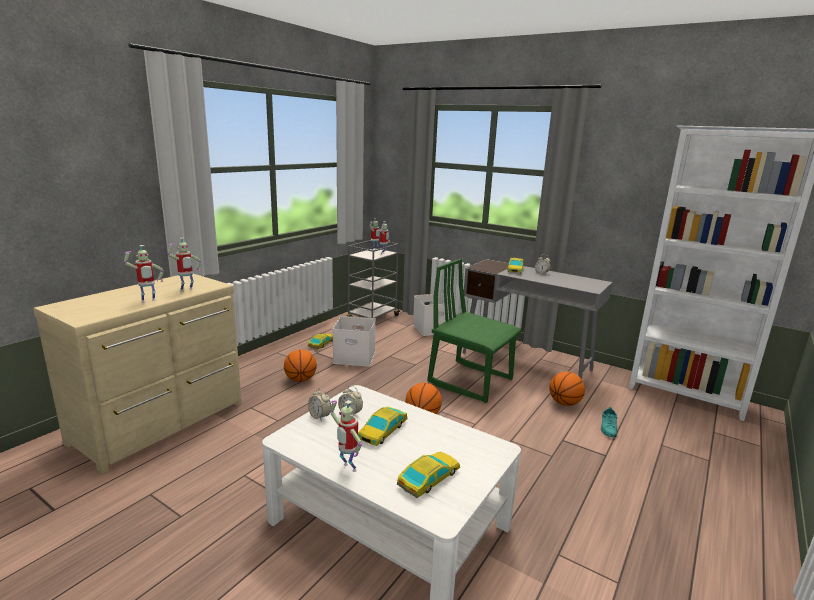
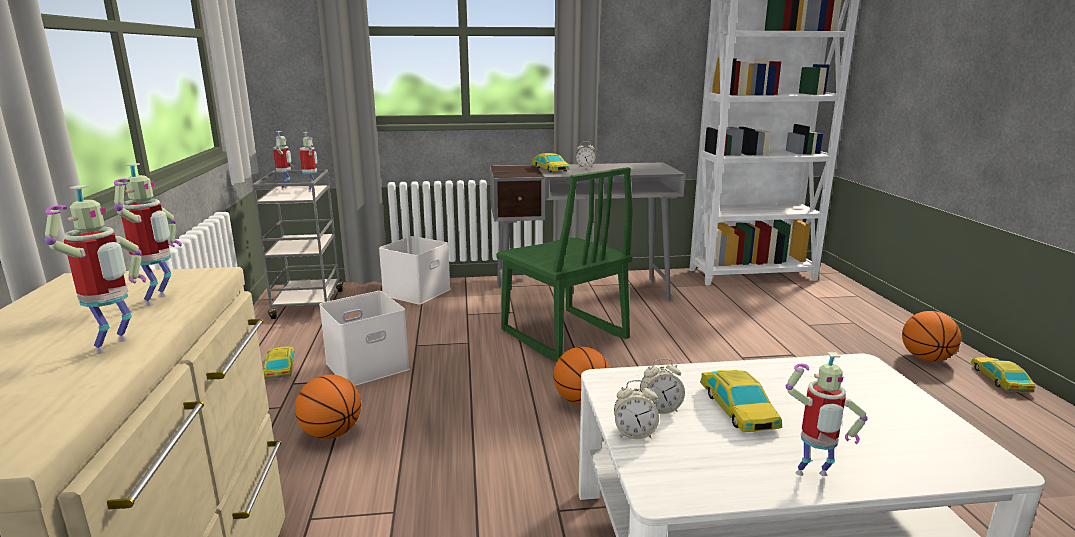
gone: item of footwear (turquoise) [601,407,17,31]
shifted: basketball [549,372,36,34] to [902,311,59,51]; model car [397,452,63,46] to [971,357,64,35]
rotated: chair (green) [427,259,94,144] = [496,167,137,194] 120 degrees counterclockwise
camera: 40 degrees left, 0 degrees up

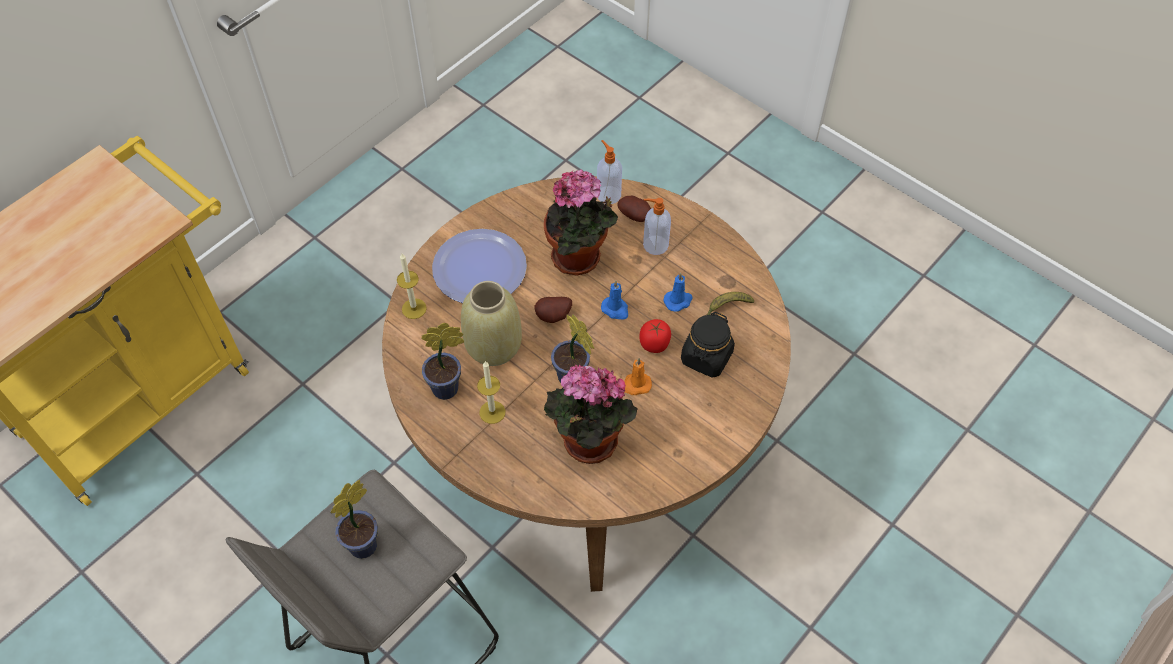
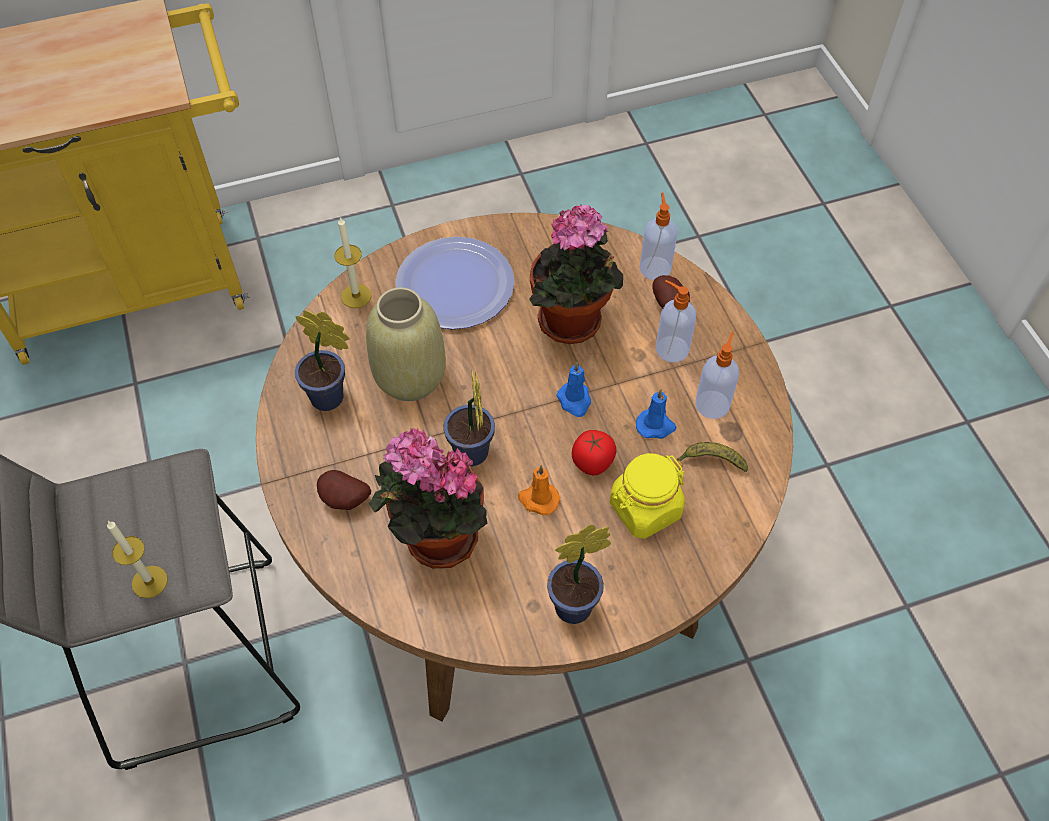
new: soap bottle [695,332,44,87]
shifted: spud [535,297,37,26] to [317,470,54,40]; candle [477,361,28,63] to [107,521,61,78]; houseplant [330,480,48,79] to [547,525,64,99]
repainted: storage jar (black) [681,312,54,66] to storage jar (yellowish) [610,453,75,86]
camera: 30 degrees right, 0 degrees up

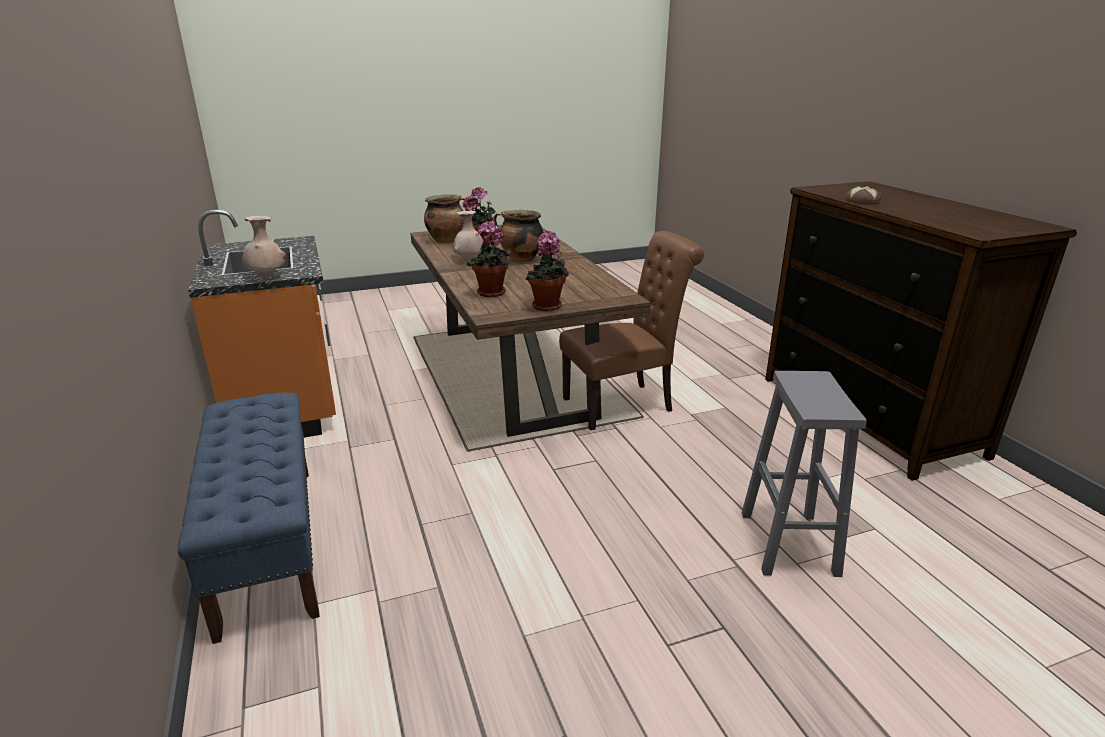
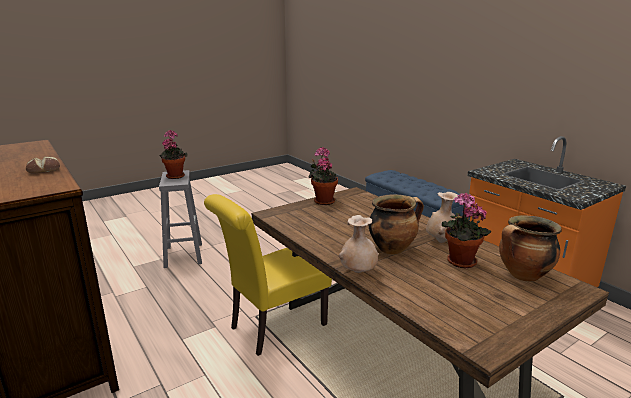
shifted: flower vase (beige) [242,216,44,62] to [339,215,40,58]; houseplant [467,220,44,77] to [159,130,29,49]
repainted: chair (brown-coloured) [559,231,145,199] to chair (yellowish) [204,194,128,162]
camera: 165 degrees right, 5 degrees down

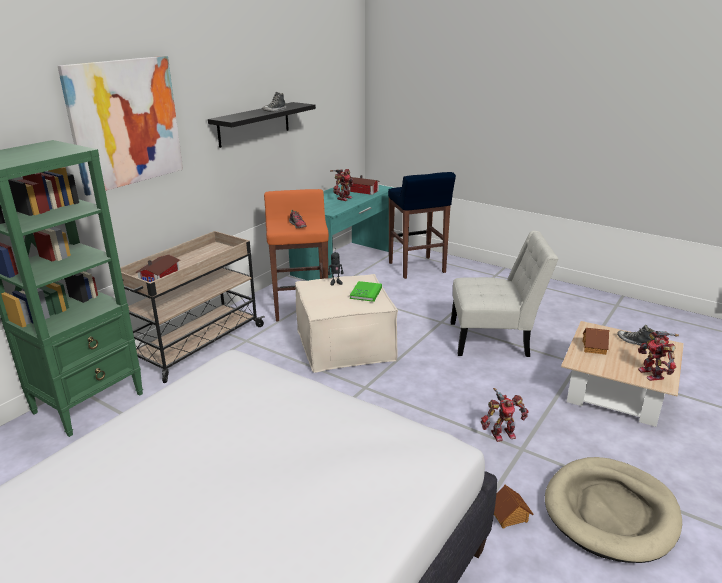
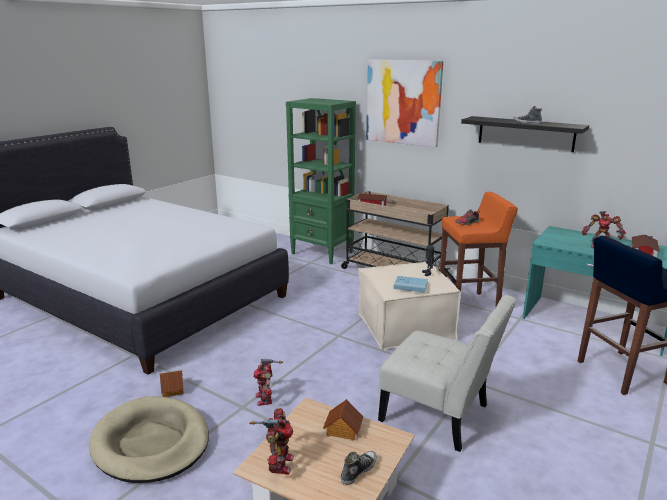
repainted: book (green) [350,281,32,21] to book (blue-coloured) [394,276,34,17]
rotated: chair (whitish) [450,231,108,126] = [378,295,139,157] 60 degrees counterclockwise; toy robot [638,331,41,50] = [249,408,45,67] 105 degrees clockwise
camera: 90 degrees right, 5 degrees down

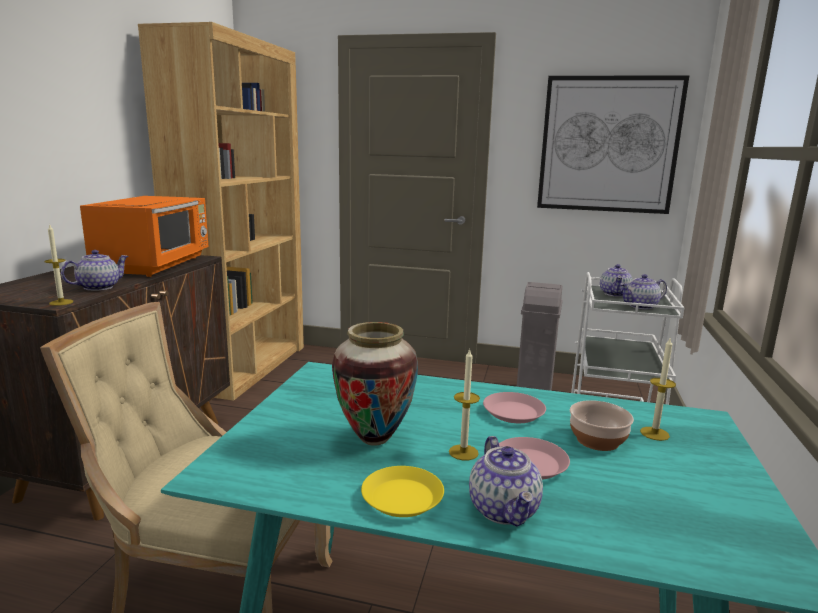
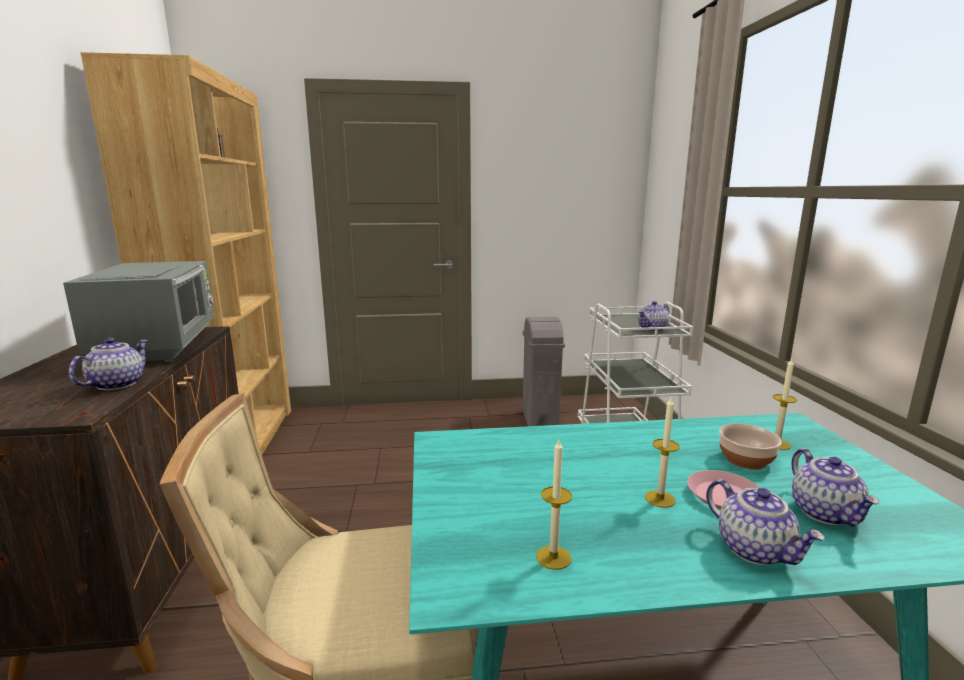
gone: picture [537,75,152,139]; flower vase [332,322,86,124]; flat dish (pinkish) [483,392,63,31]; flat dish (yellowish) [361,466,83,51]
shifted: candle [45,225,28,81] to [536,440,36,130]; teapot [600,264,33,33] to [791,449,88,78]
repainted: kitchen microwave (orange) [80,196,129,81] to kitchen microwave (gray) [63,261,151,101]
camera: 20 degrees left, 0 degrees up

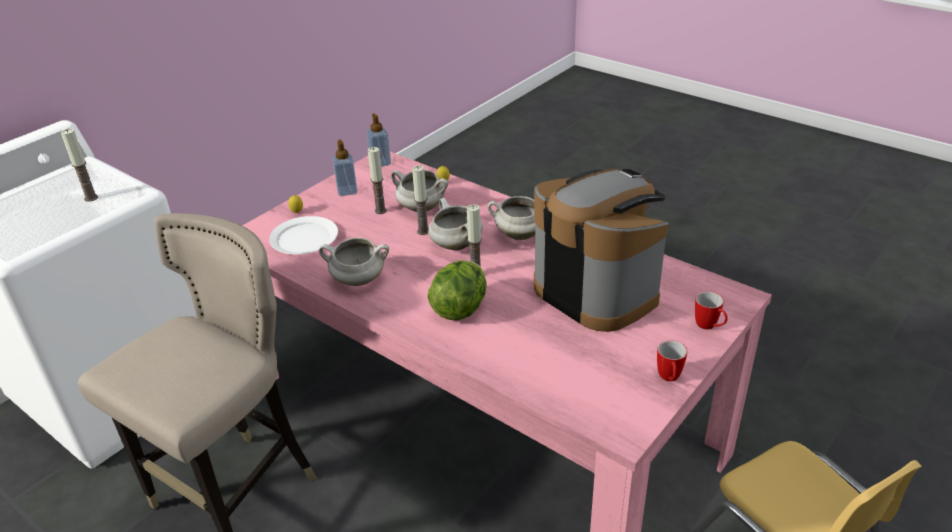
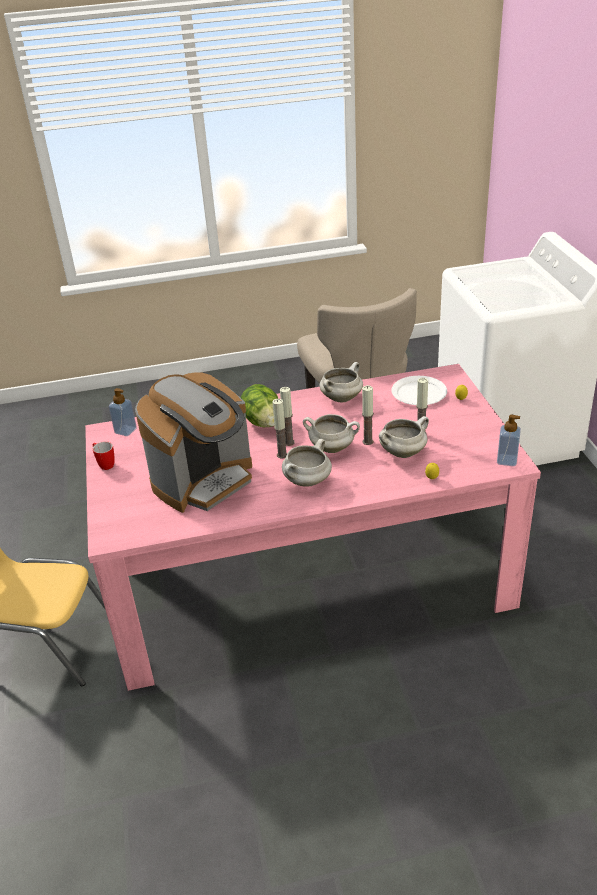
gone: coffee mug [695,291,33,38]
shifted: candle [61,129,37,73] to [272,399,15,59]; soap bottle [332,139,26,57] to [109,388,28,48]
rotated: coffee machine [534,169,135,163] = [135,373,117,140] 45 degrees counterclockwise
camera: 130 degrees right, 0 degrees up

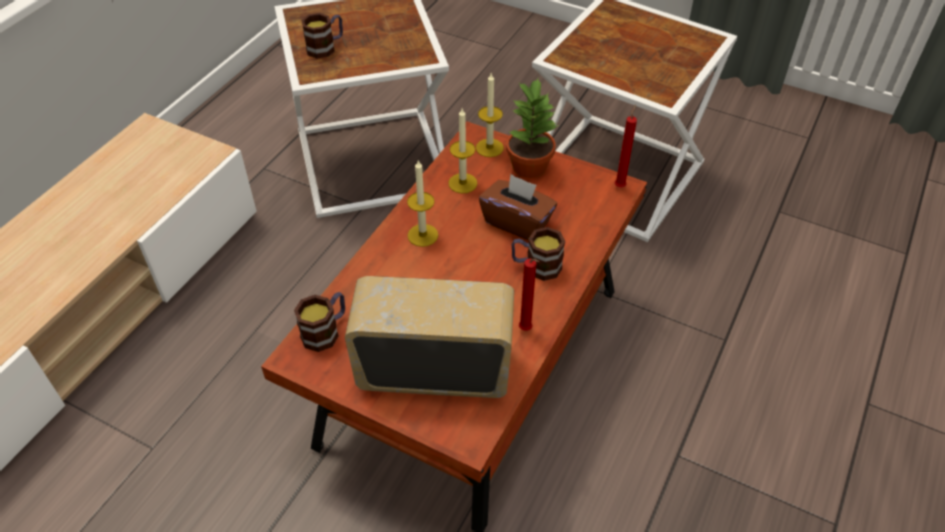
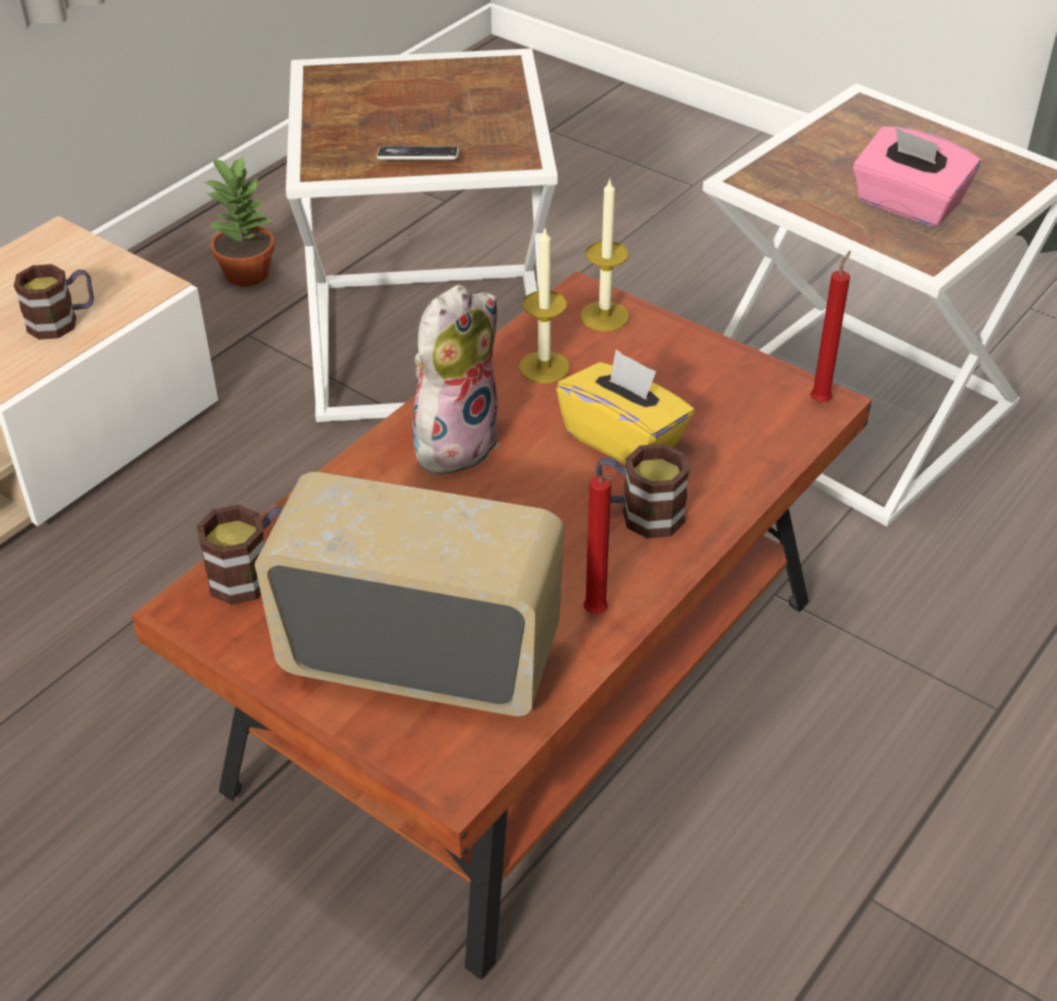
new: box of tissues (pinkish) [853,127,128,100]; handset [377,146,82,14]
shifted: coffee mug [301,13,42,45] to [14,264,80,76]; houseplant [506,78,53,100] to [204,154,71,133]
swapped: candle [407,160,31,87] to soft toy [412,285,87,191]
repainted: box of tissues (brown-coloured) [479,174,78,66] to box of tissues (yellowish) [556,349,138,116]
camera: 10 degrees right, 5 degrees down

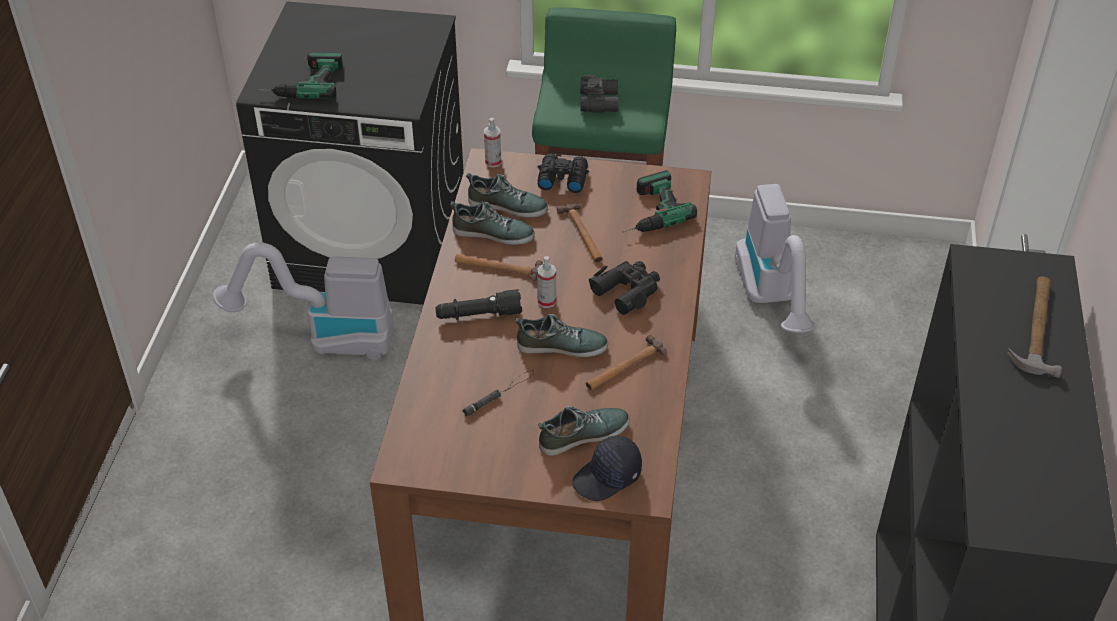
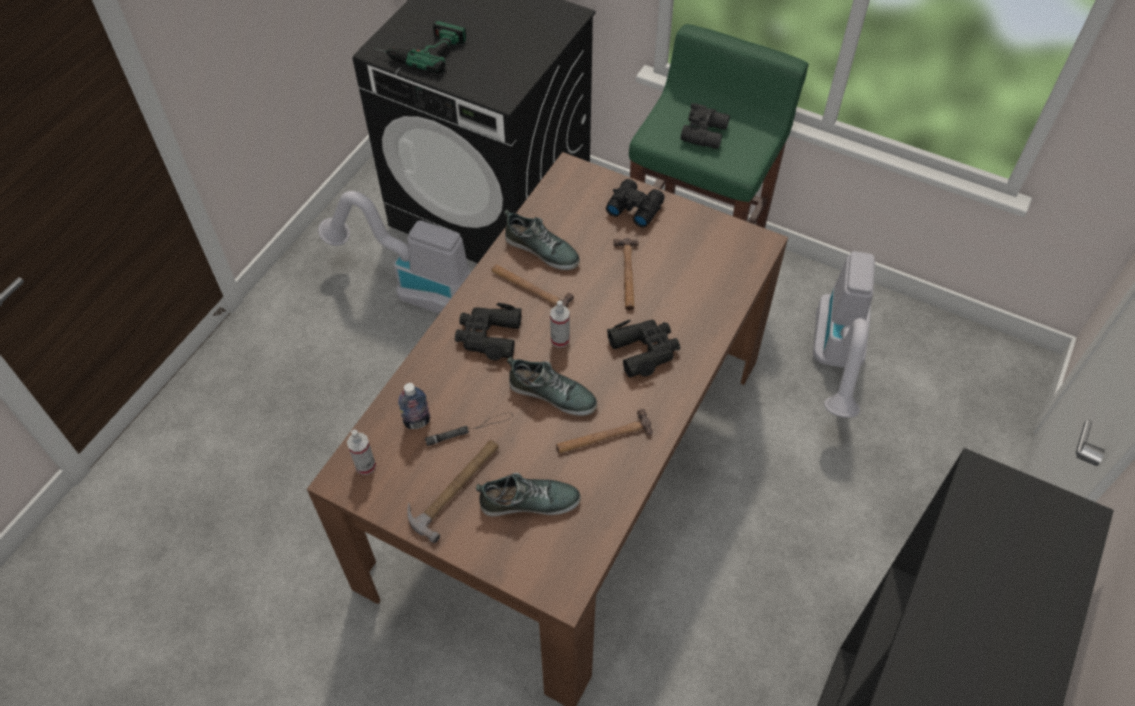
gone: drill [622,170,75,63]; item of footwear [466,173,82,45]; baseball cap (black) [572,436,70,65]
new: drink bottle [398,383,32,46]
shifted: spray bottle [484,118,18,49] to [347,430,29,45]; tool hammer [1007,277,55,101] to [407,440,92,103]
swapped: flashlight (black) [435,289,87,31] to binoculars (black) [455,303,67,57]
camera: 20 degrees right, 10 degrees up

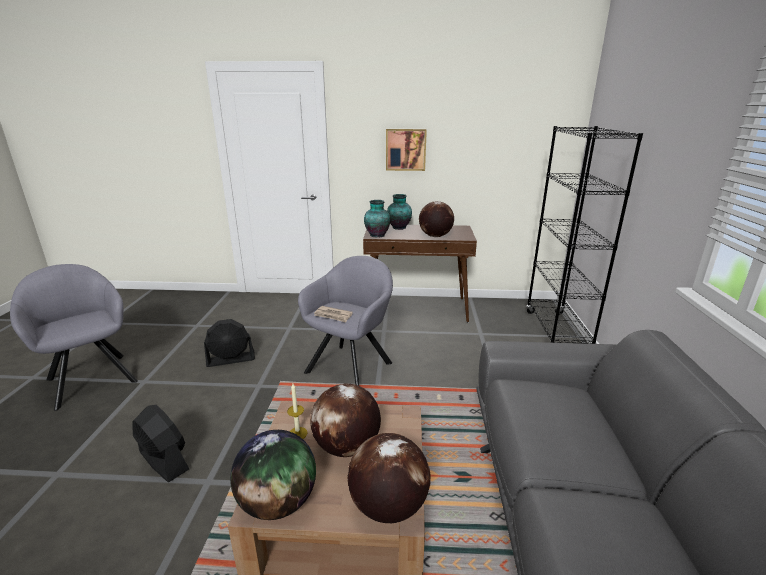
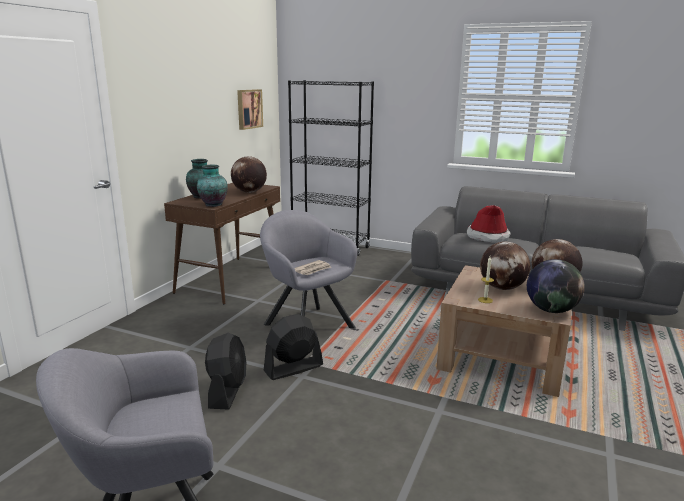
new: clothing hat [467,205,43,38]
shifted: picture [386,129,41,42] to [237,89,26,41]; cooling fan (black) [132,405,57,77] to [264,314,59,66]
camera: 70 degrees left, 5 degrees down

